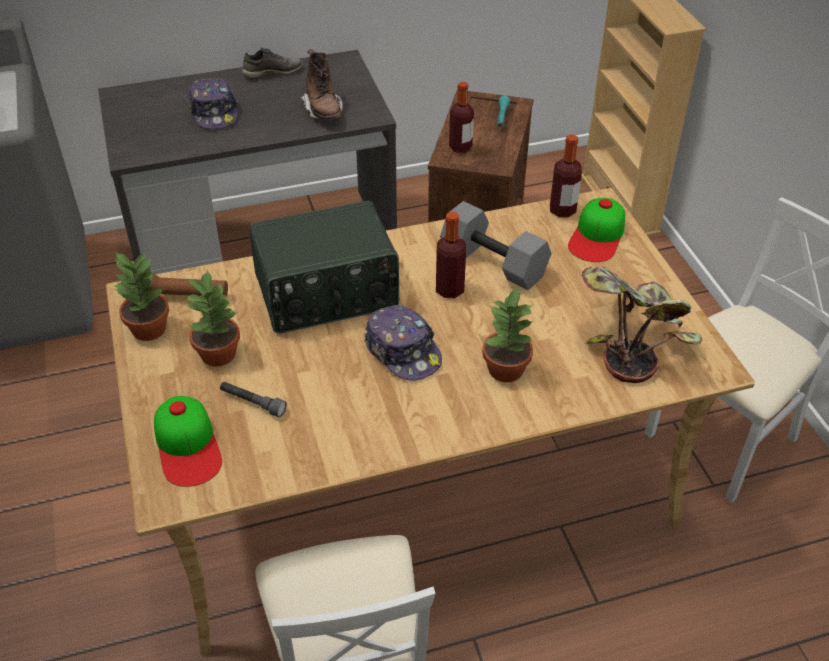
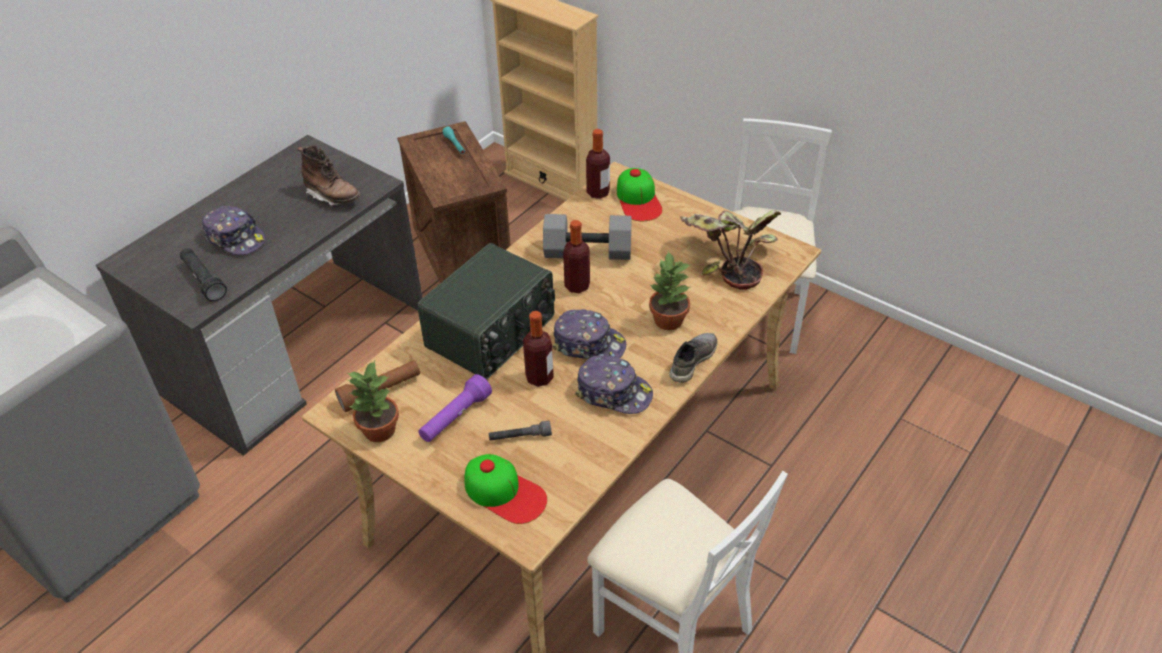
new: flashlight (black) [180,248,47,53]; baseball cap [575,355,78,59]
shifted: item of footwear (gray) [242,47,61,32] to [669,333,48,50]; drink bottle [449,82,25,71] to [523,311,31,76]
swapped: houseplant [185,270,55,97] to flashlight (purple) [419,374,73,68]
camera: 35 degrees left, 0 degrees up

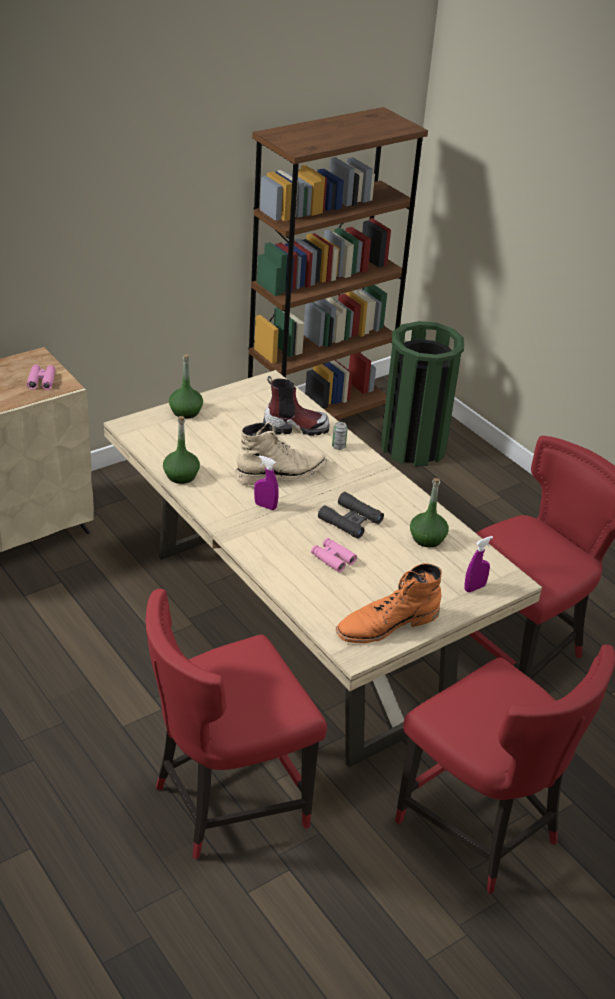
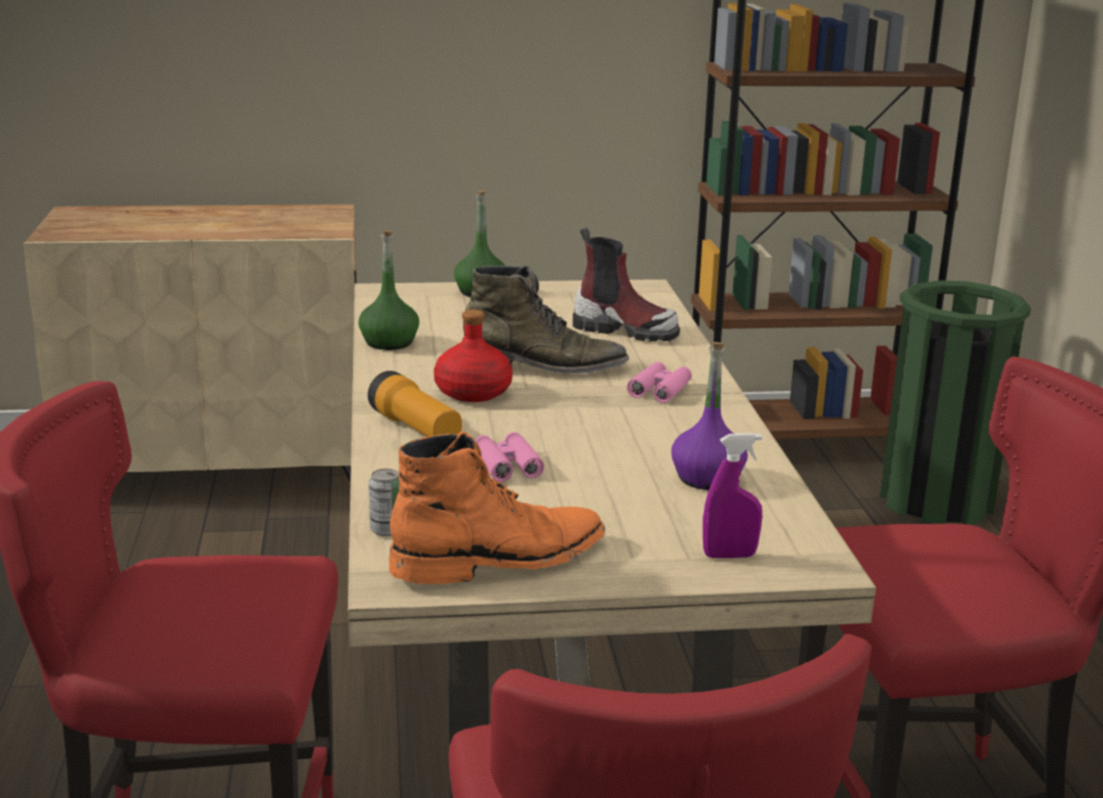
gone: binoculars (black) [318,492,66,47]
new: flashlight [368,371,94,66]
shifted: binoculars (pinkish) [27,365,28,25] to [627,362,65,41]; sealed can [332,422,16,28] to [369,469,30,67]
swapped: spray bottle (purple) [254,455,25,55] to drink bottle (reddish) [434,310,79,92]
repainted: tall boot (beige) [235,422,92,63] to tall boot (green) [462,266,167,108]; drink bottle (green) [410,478,39,69] to drink bottle (purple) [671,342,77,148]
rotated: tall boot (orange) [336,563,106,80] = [389,431,217,153] 150 degrees clockwise
camera: 30 degrees right, 15 degrees down

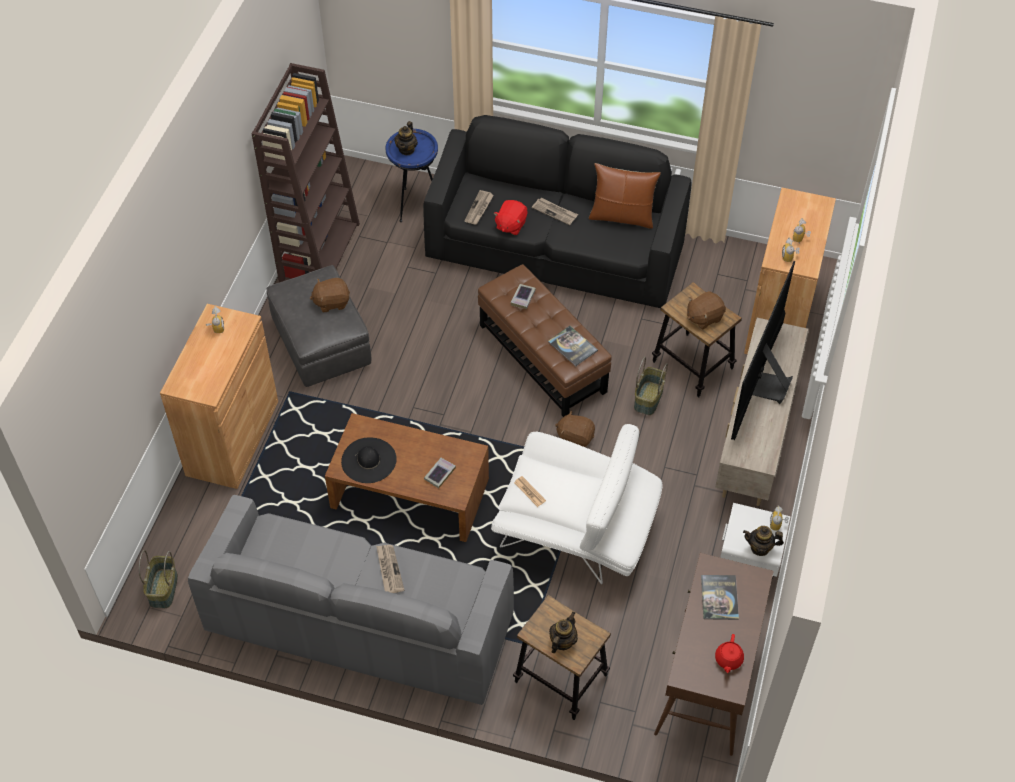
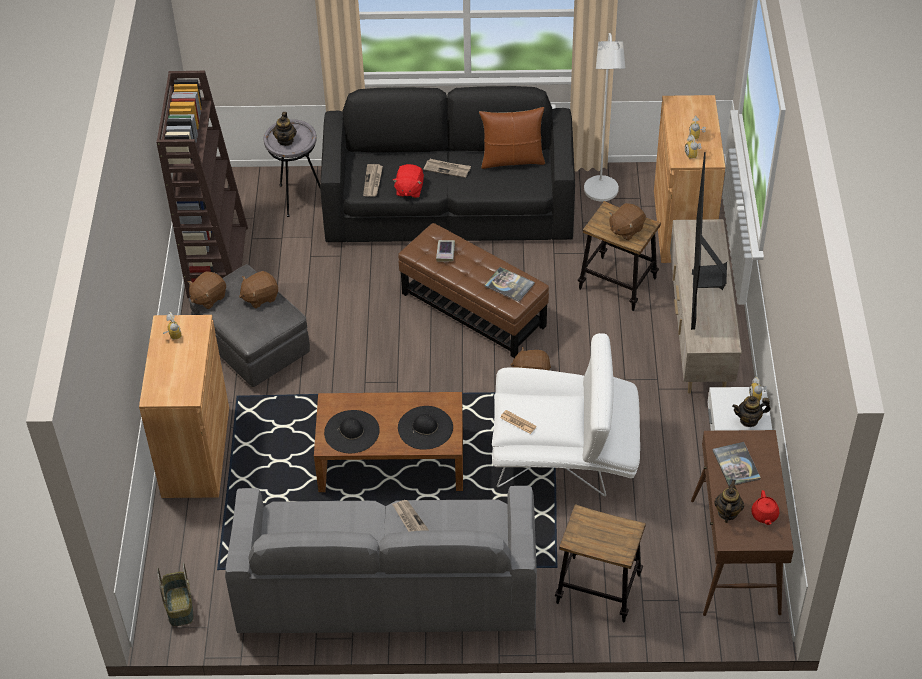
gone: household basket [634,357,34,58]
new: standard lamp (whitish) [584,33,41,168]; soft toy (brown-coloured) [188,271,38,38]
shifted: teapot [549,612,29,41] to [714,480,30,43]
swapped: book [424,458,32,31] to clothing hat (black) [398,406,55,44]
repainted: side table (blue-coloured) [386,129,52,93] to side table (gray) [264,119,56,98]
camera: 15 degrees left, 5 degrees down

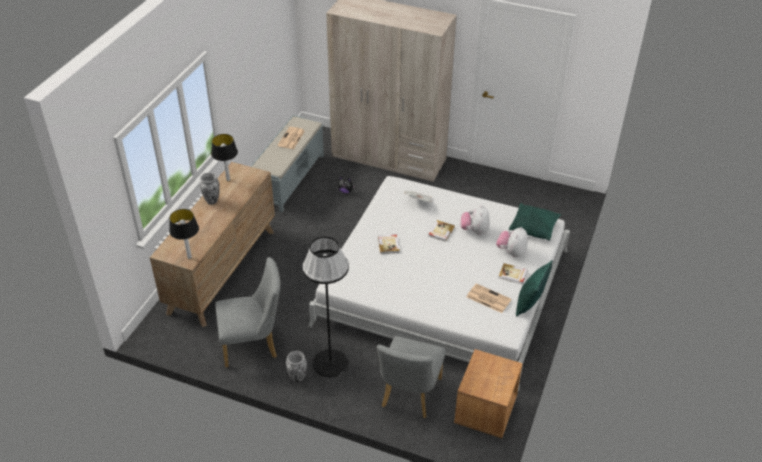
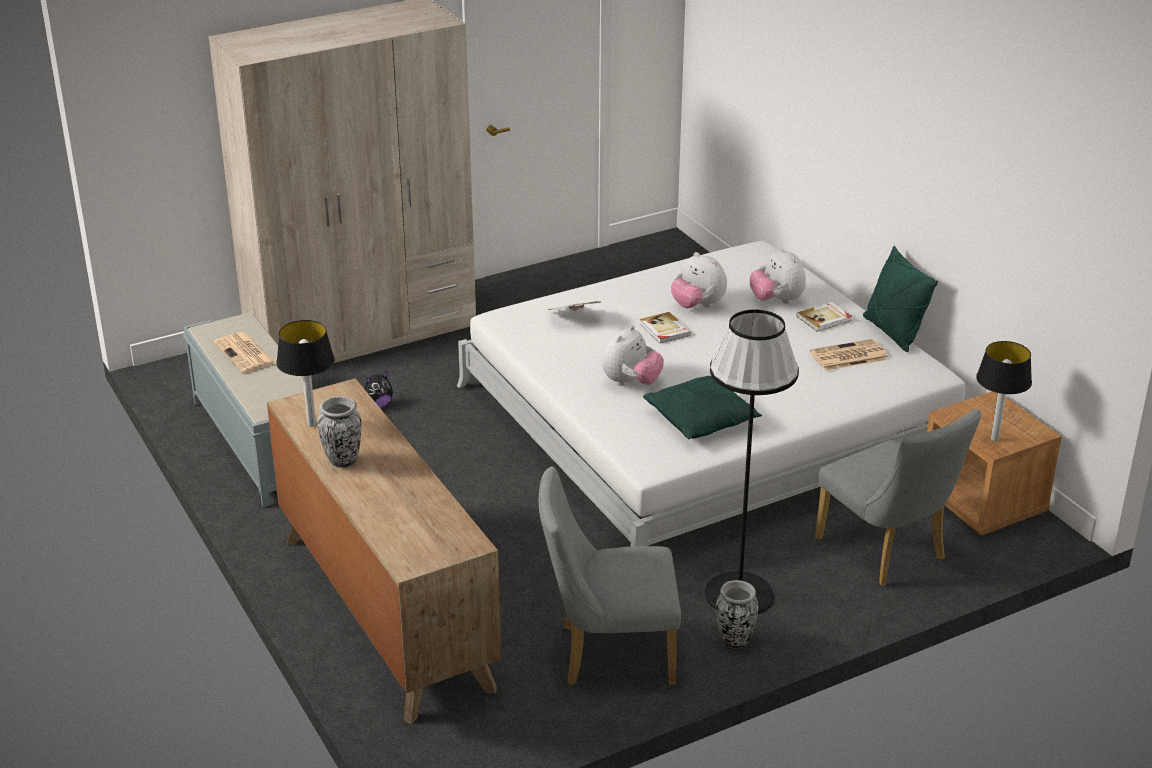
shifted: pillow (green) [509,203,52,38] to [643,376,119,63]; table lamp [169,209,30,50] to [976,341,56,100]
swapped: book [378,235,22,19] to soft toy [603,325,61,61]
rotated: chair (gray) [215,257,66,110] = [539,466,142,219] 120 degrees counterclockwise
camera: 50 degrees left, 10 degrees down

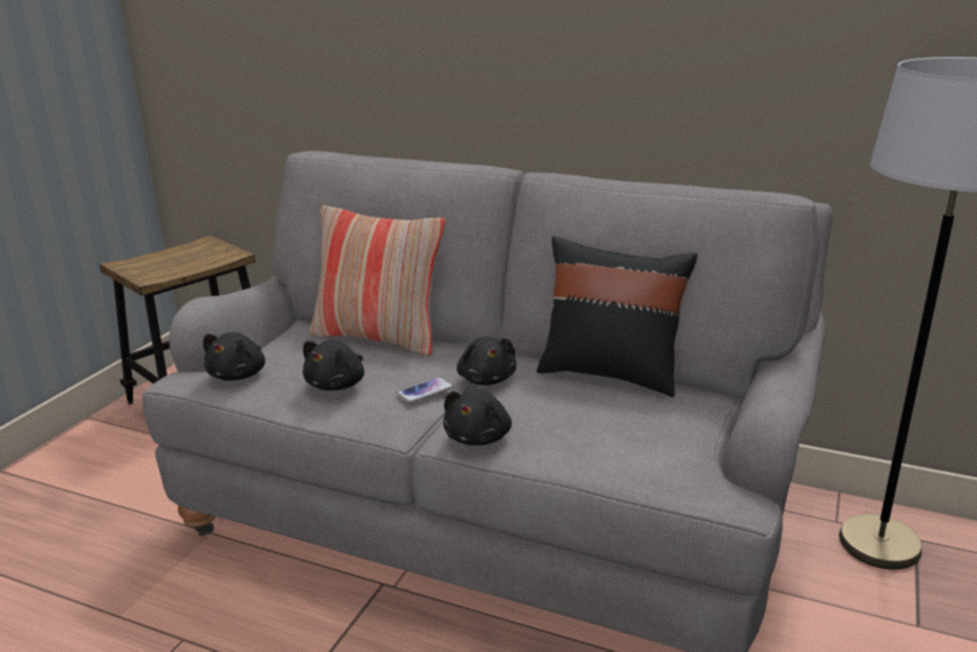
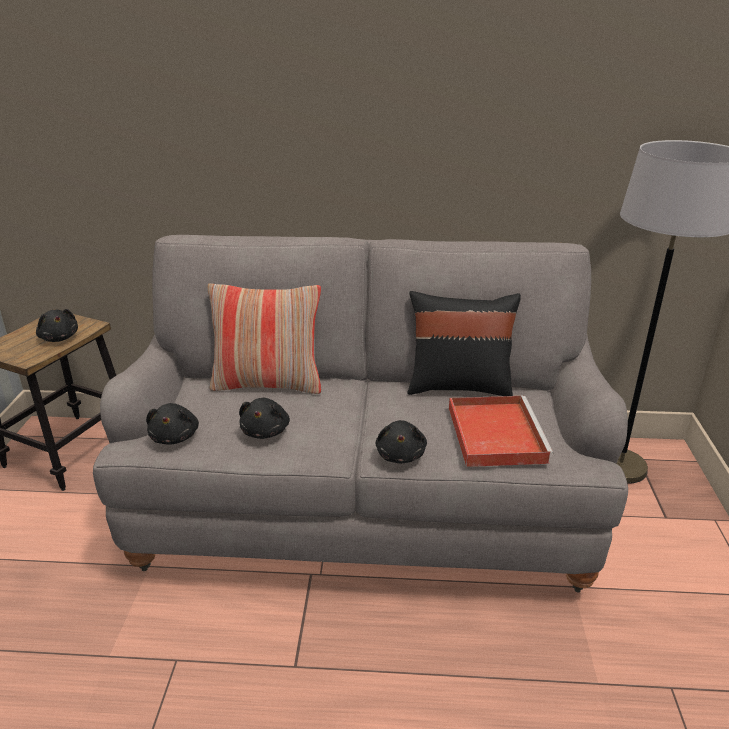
gone: handset [397,377,56,26]
new: serving tray (reddish) [449,396,105,71]
shifted: soft toy (black) [457,336,59,49] to [36,309,42,33]
camera: 20 degrees left, 5 degrees up

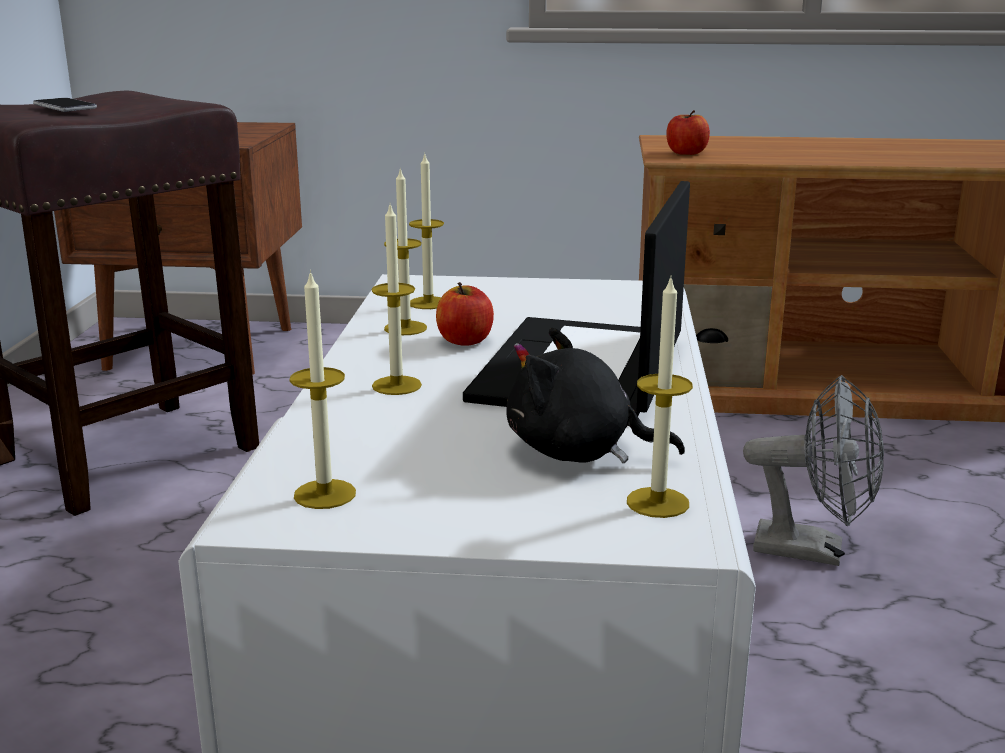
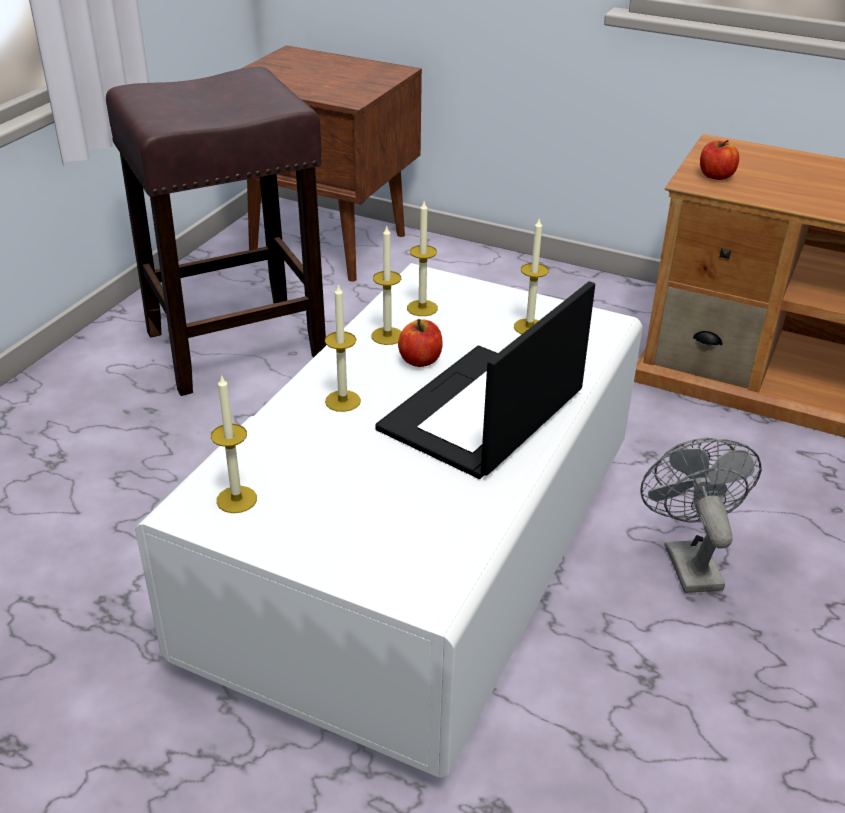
gone: handset [33,98,64,14]; soft toy (black) [506,328,179,135]
shifted: candle [627,275,66,243] to [514,217,35,117]
rotated: cooling fan (gray) [743,375,141,191] = [640,438,122,155] 135 degrees counterclockwise
camera: 20 degrees right, 15 degrees up

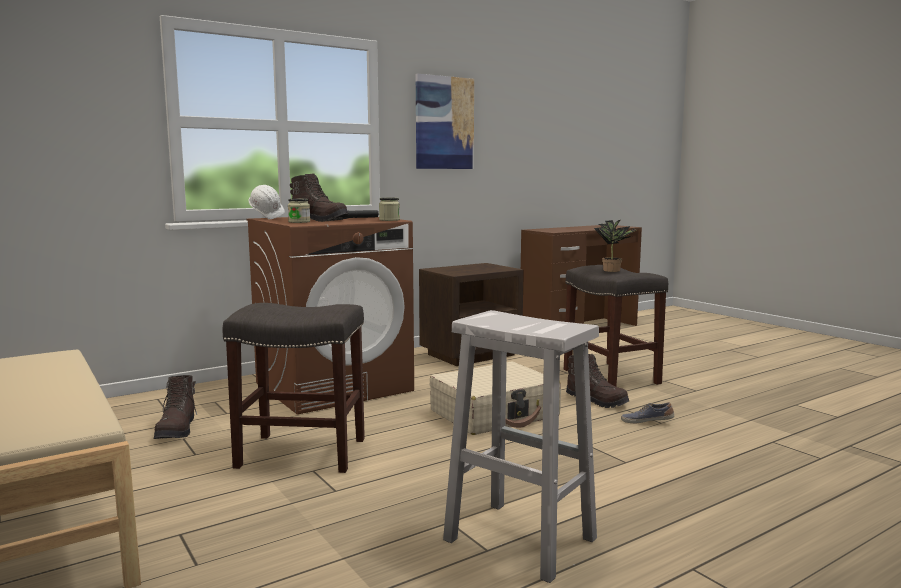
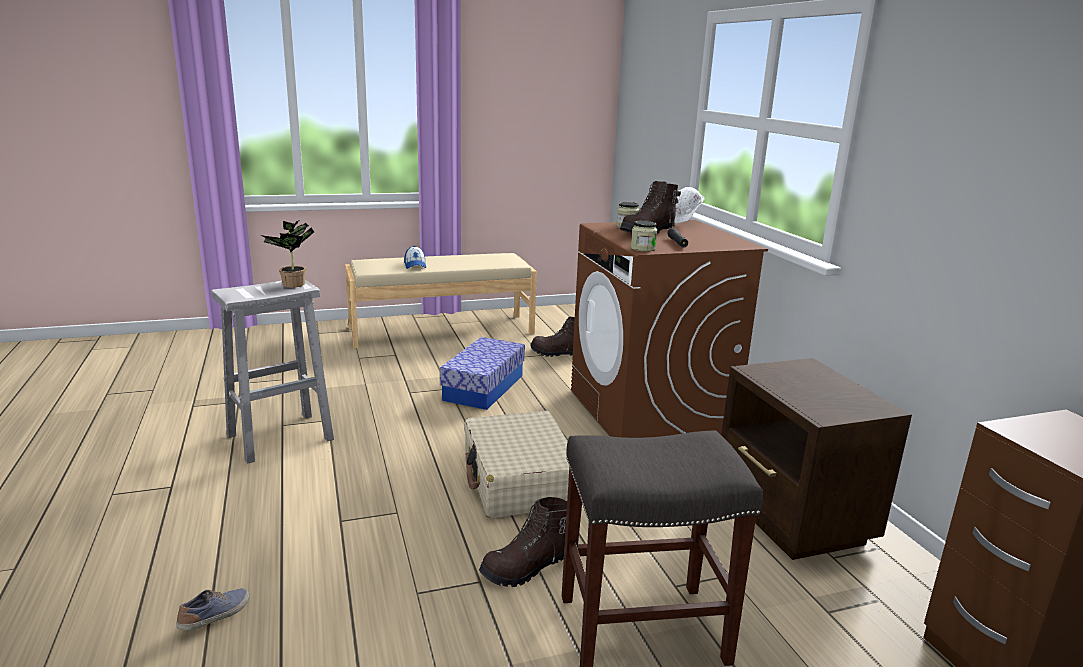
gone: picture [416,74,58,95]
new: baseball cap [404,246,22,23]
shifted: houseplant [594,220,43,52] to [260,221,54,66]; item of footwear [621,402,53,21] to [176,588,73,42]
swapped: sitting stool (gray) [222,303,143,170] to storage box [440,337,85,73]
camera: 105 degrees right, 10 degrees up

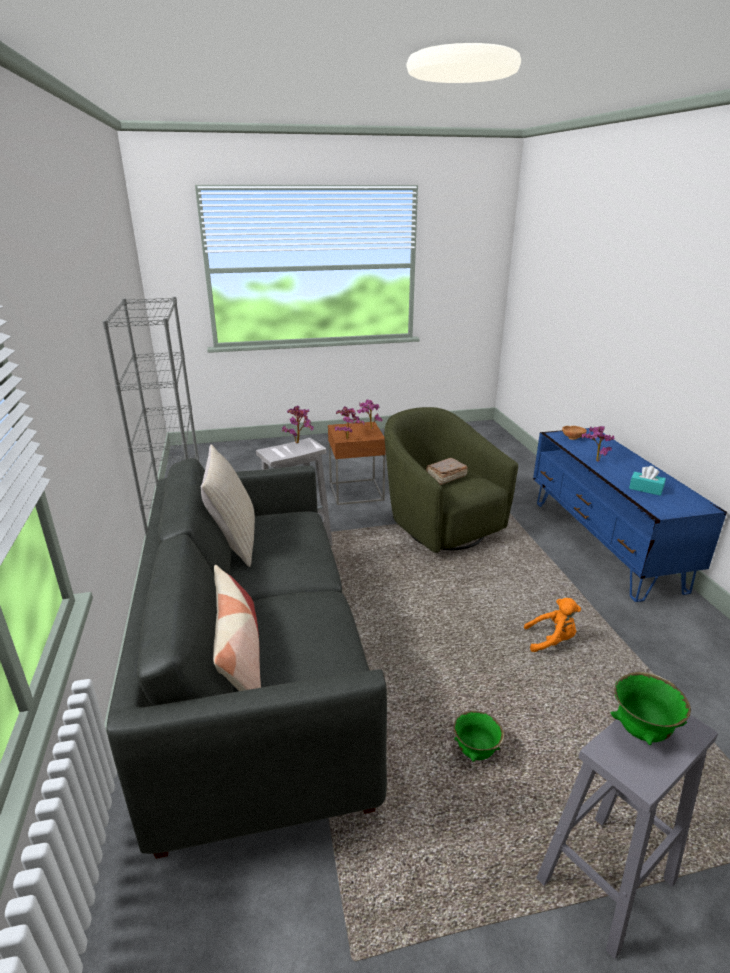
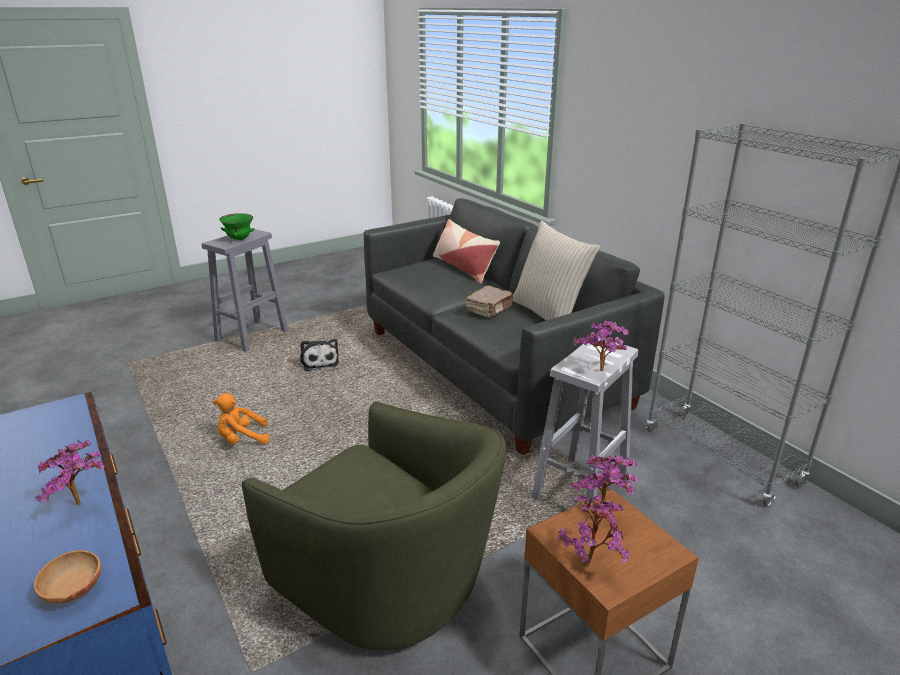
gone: box of tissues (turquoise) [629,466,37,30]
shifted: book (brown-coloured) [426,458,42,27] to [465,286,48,31]
swapped: bowl (green) [454,711,50,51] to soft toy [300,339,39,33]
camera: 160 degrees right, 0 degrees up

